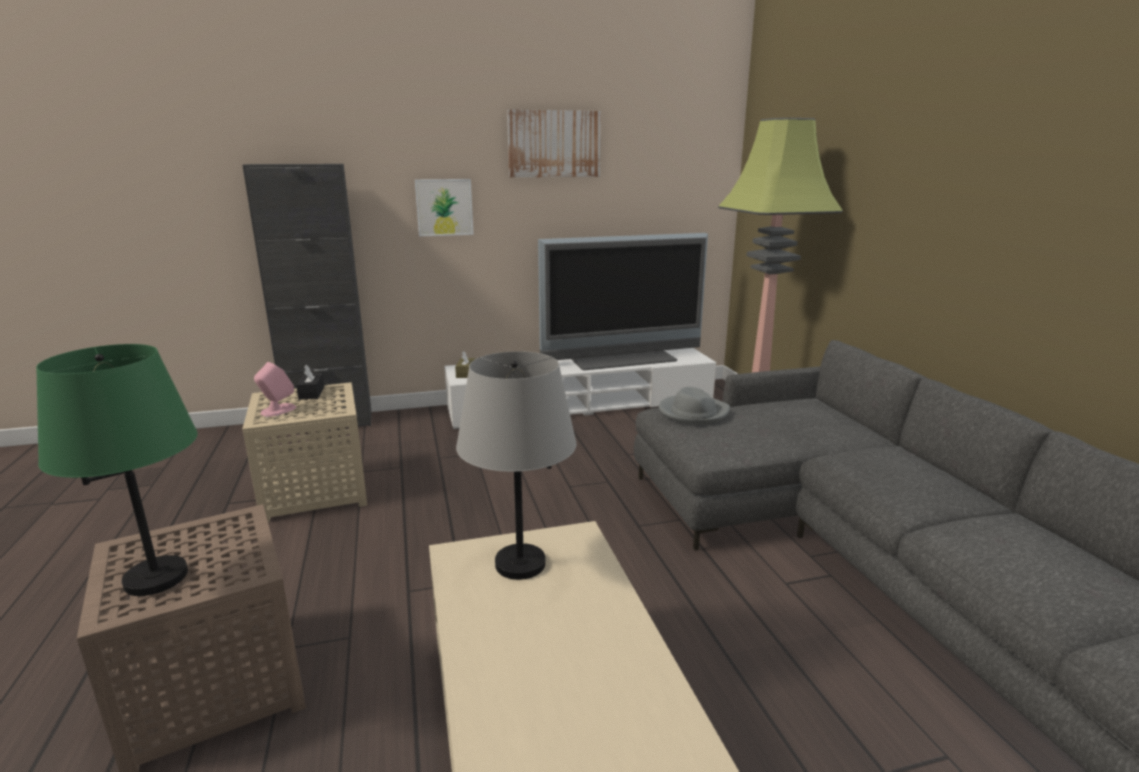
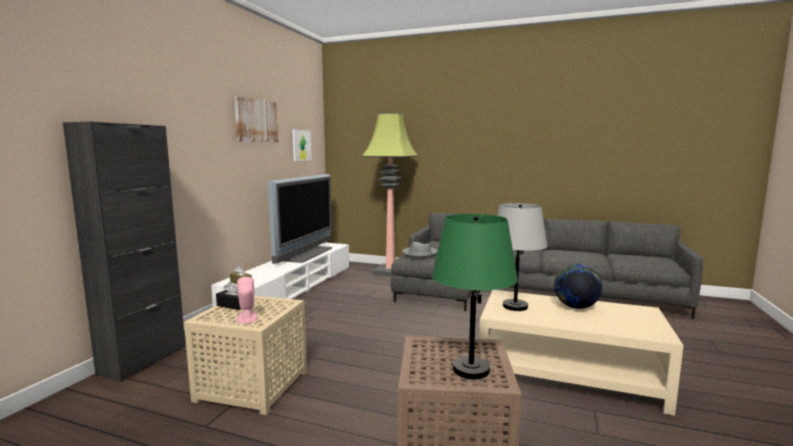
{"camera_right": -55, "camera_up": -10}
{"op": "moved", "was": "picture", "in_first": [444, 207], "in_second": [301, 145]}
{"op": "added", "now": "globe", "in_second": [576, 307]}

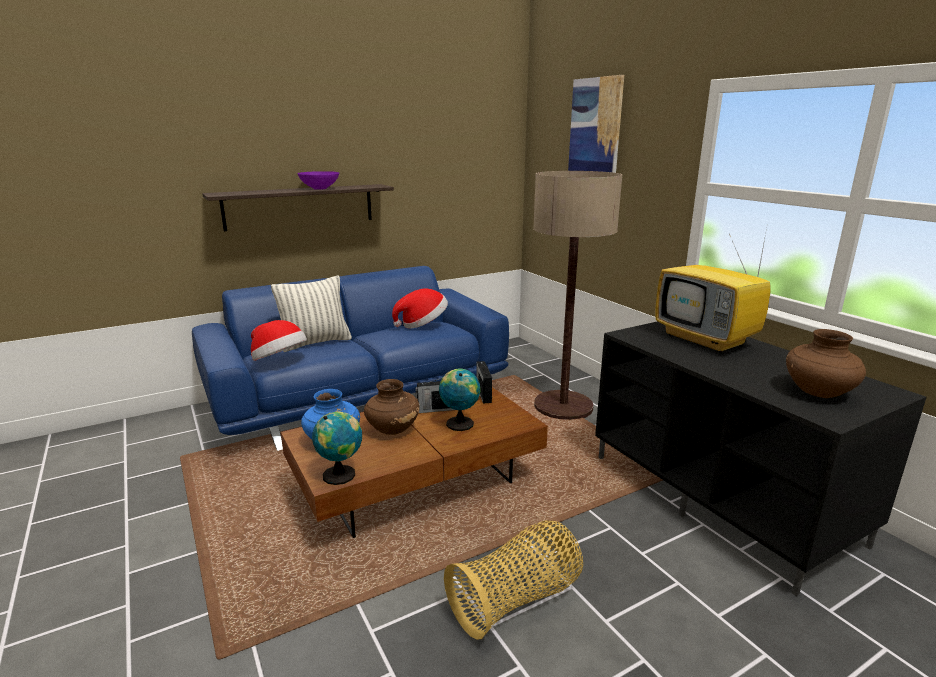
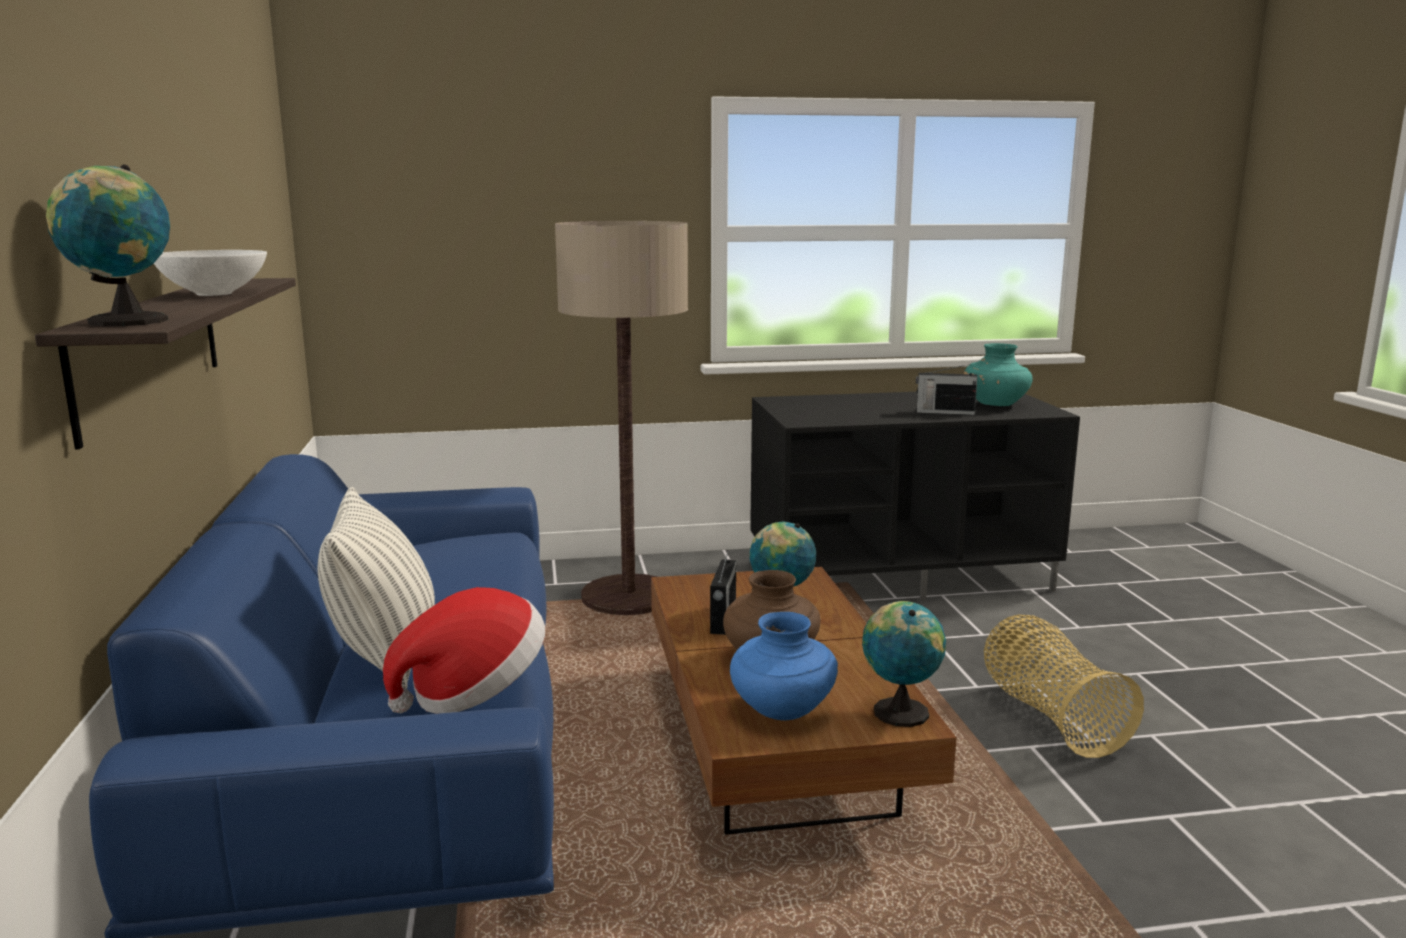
{"camera_right": -70, "camera_up": -5}
{"op": "recoloured", "was": "purple_bowl", "now": "white_bowl", "in_first": [320, 188], "in_second": [212, 294]}
{"op": "removed", "was": "hat", "in_first": [422, 324]}
{"op": "moved", "was": "radio", "in_first": [483, 393], "in_second": [944, 412]}
{"op": "removed", "was": "picture", "in_first": [595, 127]}
{"op": "removed", "was": "television", "in_first": [707, 340]}
{"op": "recoloured", "was": "brown_vase", "now": "turquoise_vase", "in_first": [818, 392], "in_second": [996, 404]}
{"op": "added", "now": "globe", "in_second": [123, 322]}

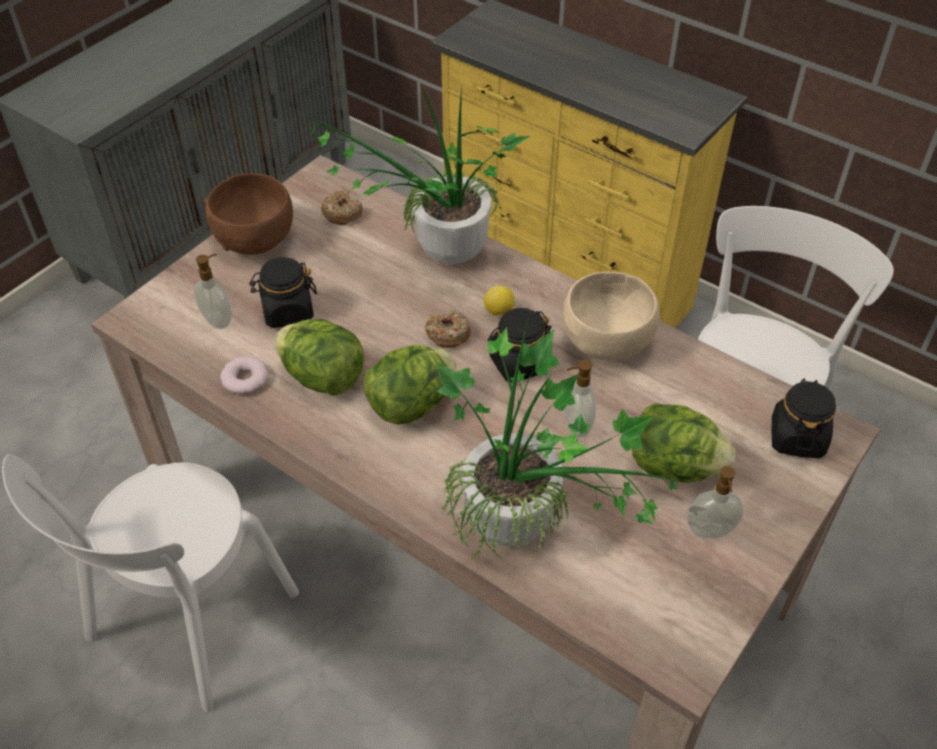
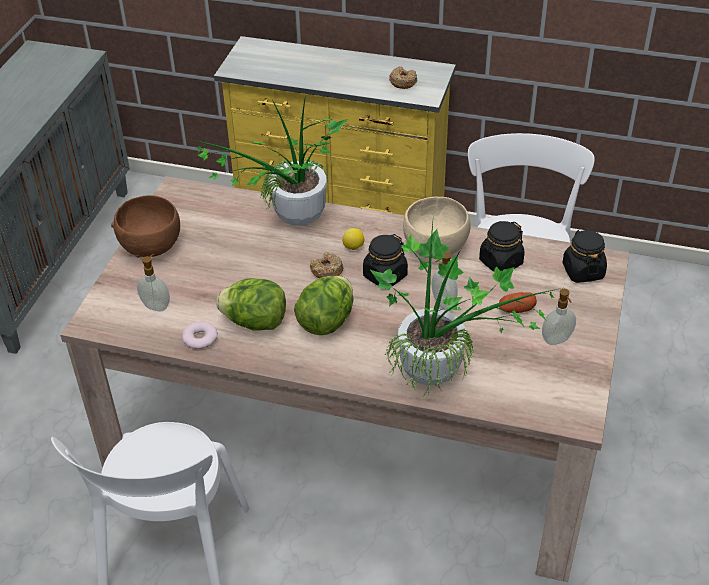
{"camera_right": -20, "camera_up": -5}
{"op": "moved", "was": "black_jar", "in_first": [287, 311], "in_second": [500, 262]}
{"op": "moved", "was": "donut", "in_first": [342, 213], "in_second": [403, 82]}
{"op": "replaced", "was": "lettuce", "now": "potato", "in_first": [674, 466], "in_second": [516, 309]}

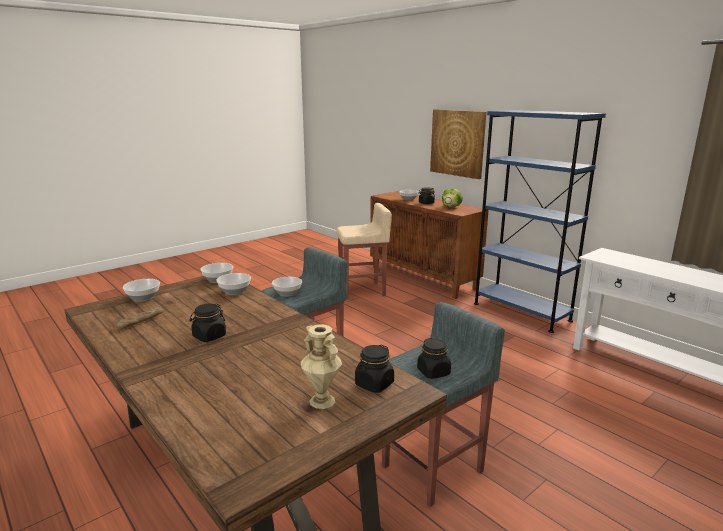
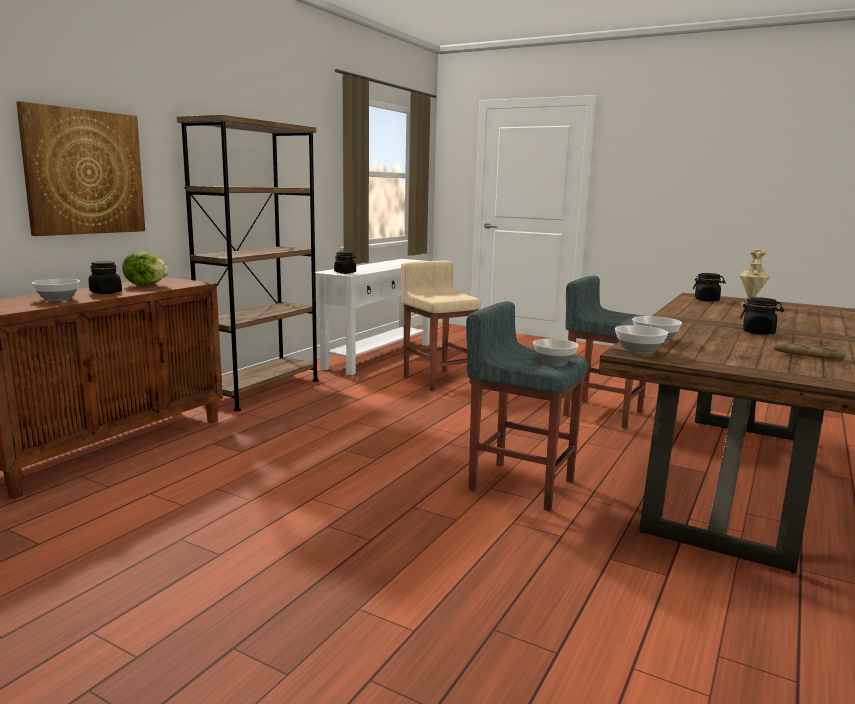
{"camera_right": -110, "camera_up": -5}
{"op": "removed", "was": "bowl", "in_first": [144, 298]}
{"op": "moved", "was": "beige_stool", "in_first": [363, 291], "in_second": [438, 380]}
{"op": "moved", "was": "black_jar", "in_first": [433, 372], "in_second": [345, 272]}
{"op": "recoloured", "was": "blue_bookcase", "now": "brown_bookcase", "in_first": [521, 312], "in_second": [261, 390]}

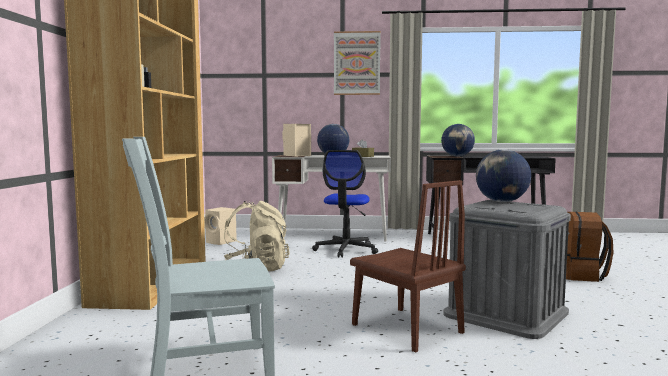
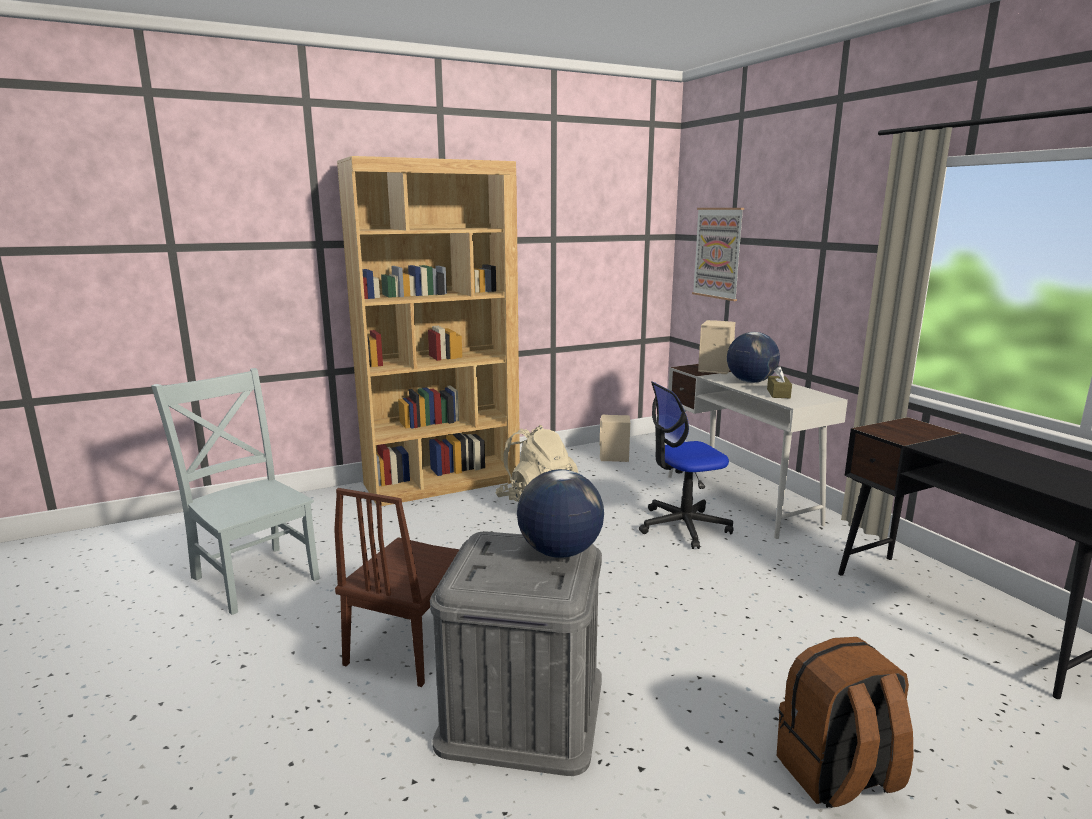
{"camera_right": 60, "camera_up": 10}
{"op": "moved", "was": "picture", "in_first": [357, 63], "in_second": [718, 253]}
{"op": "removed", "was": "globe", "in_first": [457, 156]}

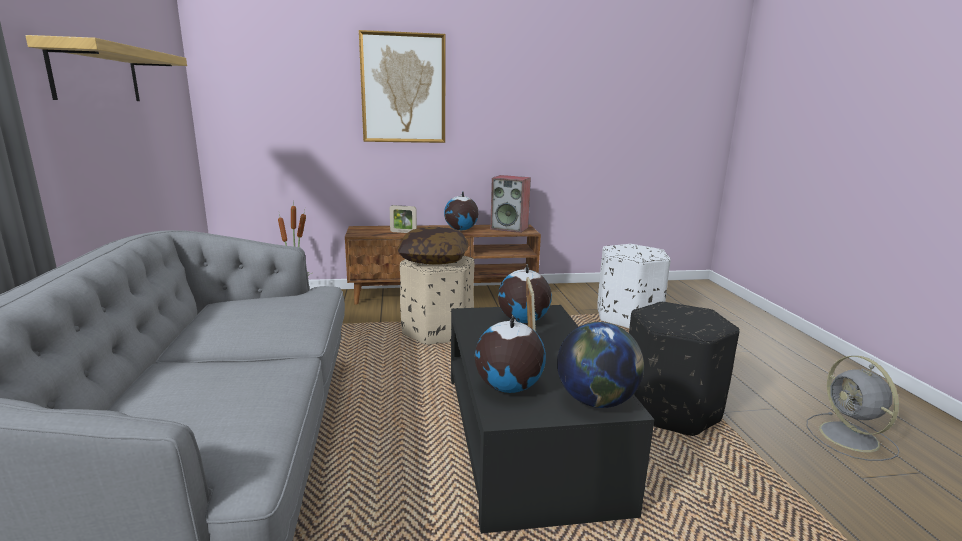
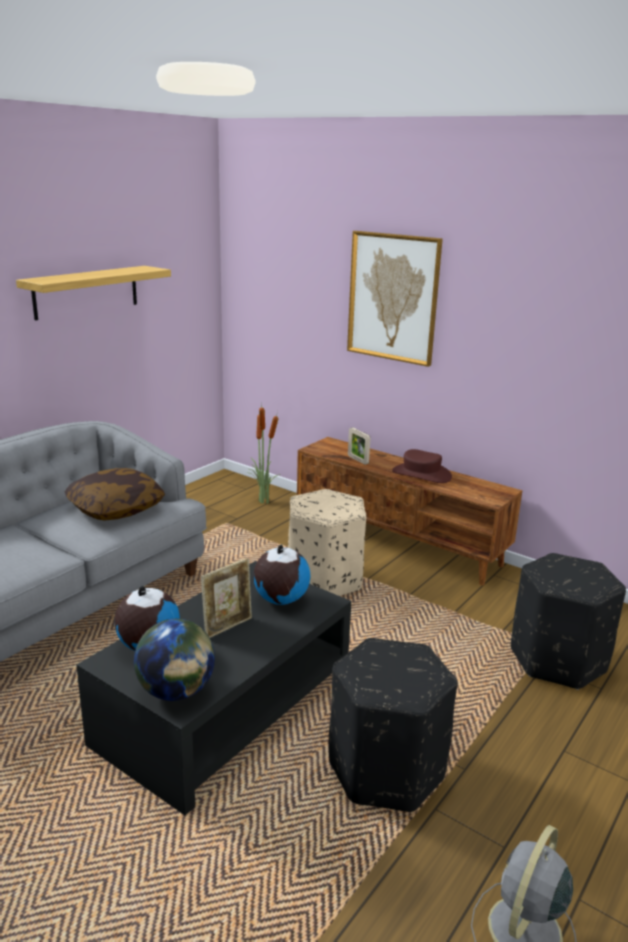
{"camera_right": 45, "camera_up": 5}
{"op": "moved", "was": "pillow", "in_first": [433, 259], "in_second": [116, 508]}
{"op": "replaced", "was": "globe", "now": "brown_hat", "in_first": [461, 230], "in_second": [421, 474]}
{"op": "removed", "was": "speaker", "in_first": [510, 228]}
{"op": "recoloured", "was": "white_ottoman", "now": "black_ottoman", "in_first": [627, 317], "in_second": [557, 660]}

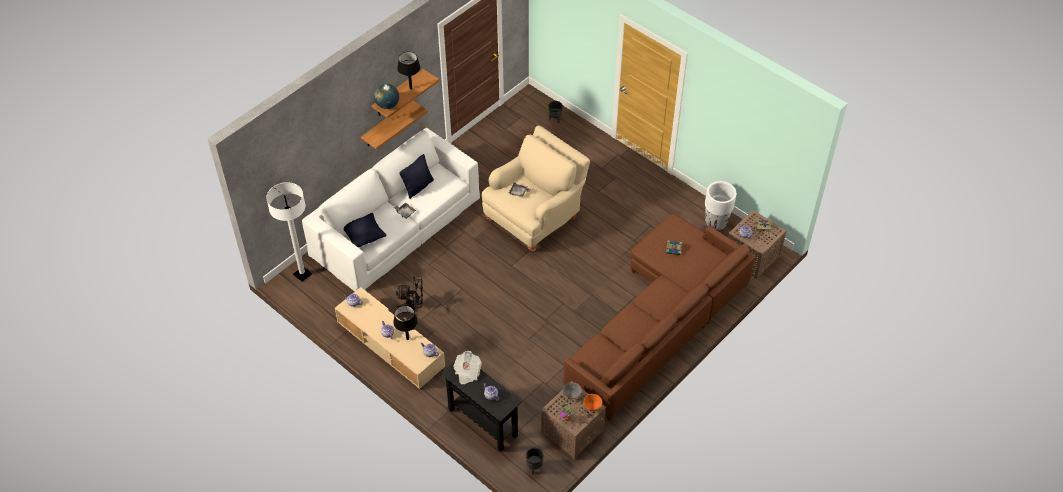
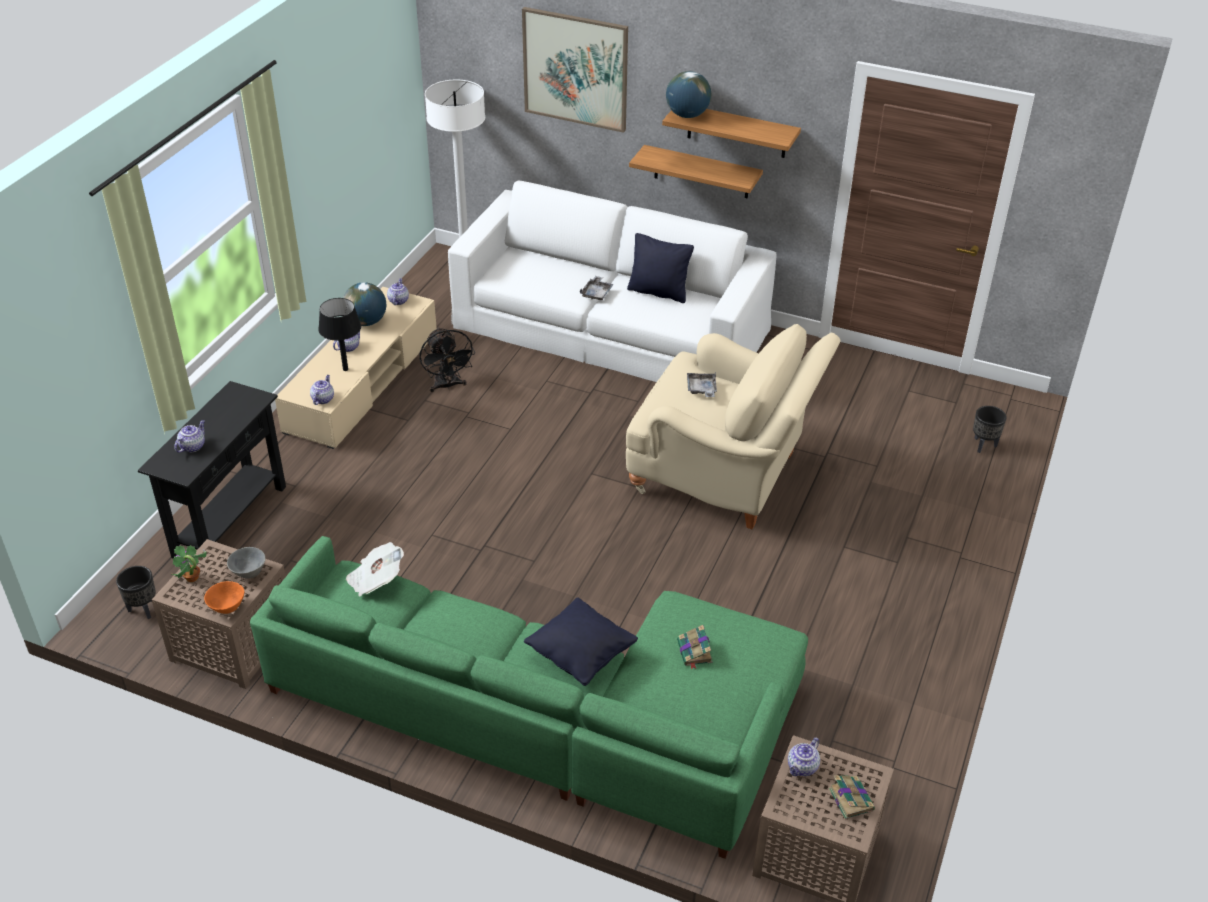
{"camera_right": 70, "camera_up": -10}
{"op": "moved", "was": "black_pillow", "in_first": [364, 237], "in_second": [581, 655]}
{"op": "removed", "was": "black_table_lamp", "in_first": [410, 88]}
{"op": "moved", "was": "newspaper", "in_first": [467, 372], "in_second": [375, 580]}
{"op": "recoloured", "was": "brown_sofa", "now": "green_sofa", "in_first": [659, 321], "in_second": [551, 717]}
{"op": "removed", "was": "white_planter", "in_first": [716, 223]}
{"op": "added", "now": "globe", "in_second": [366, 322]}
{"op": "added", "now": "picture", "in_second": [575, 69]}

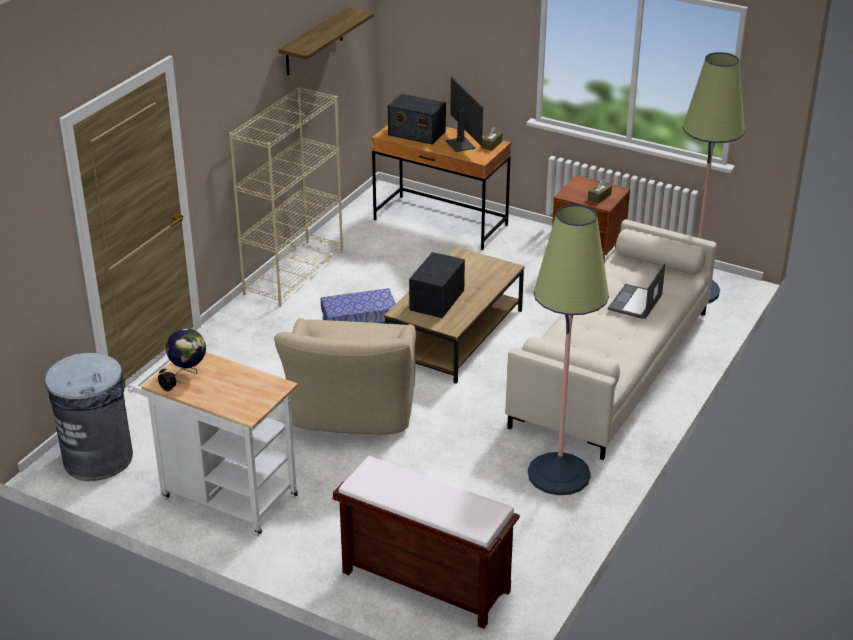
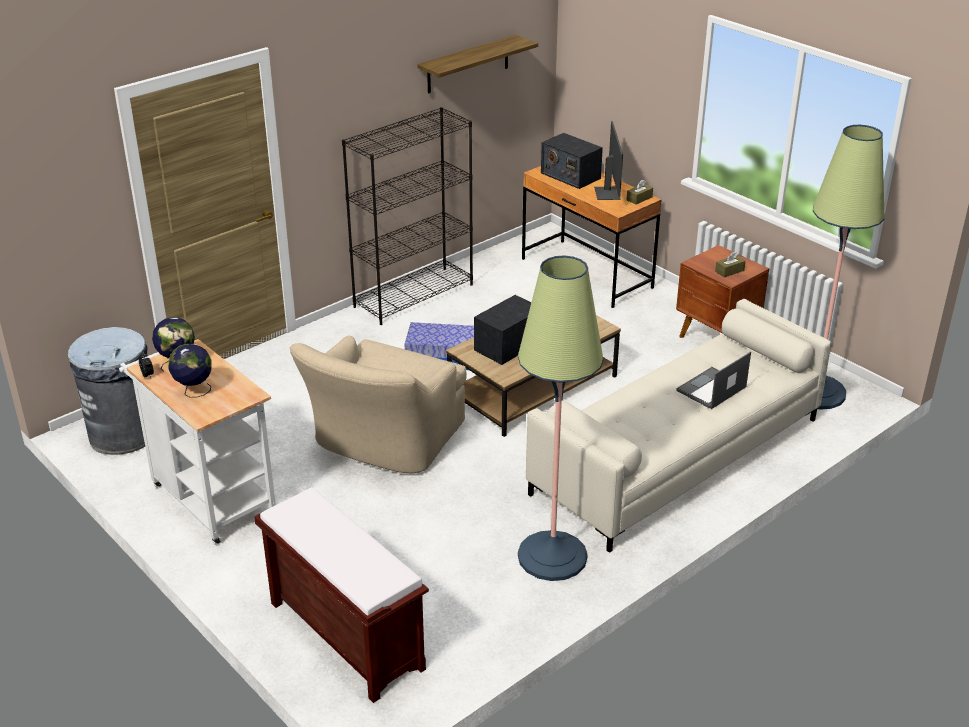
{"camera_right": 20, "camera_up": 0}
{"op": "recoloured", "was": "beige_bookcase", "now": "black_bookcase", "in_first": [294, 272], "in_second": [414, 295]}
{"op": "added", "now": "globe", "in_second": [194, 391]}

